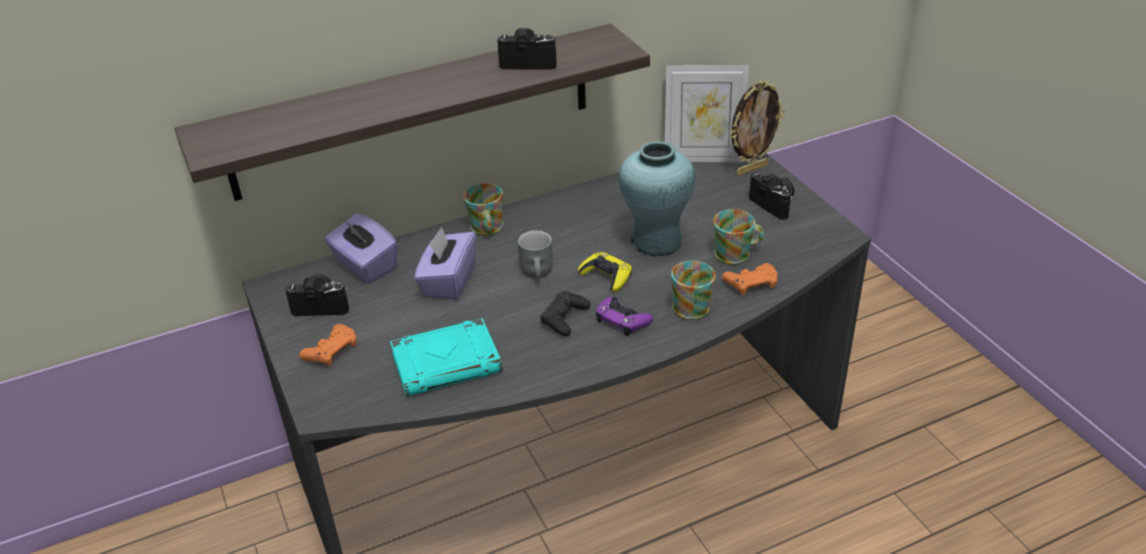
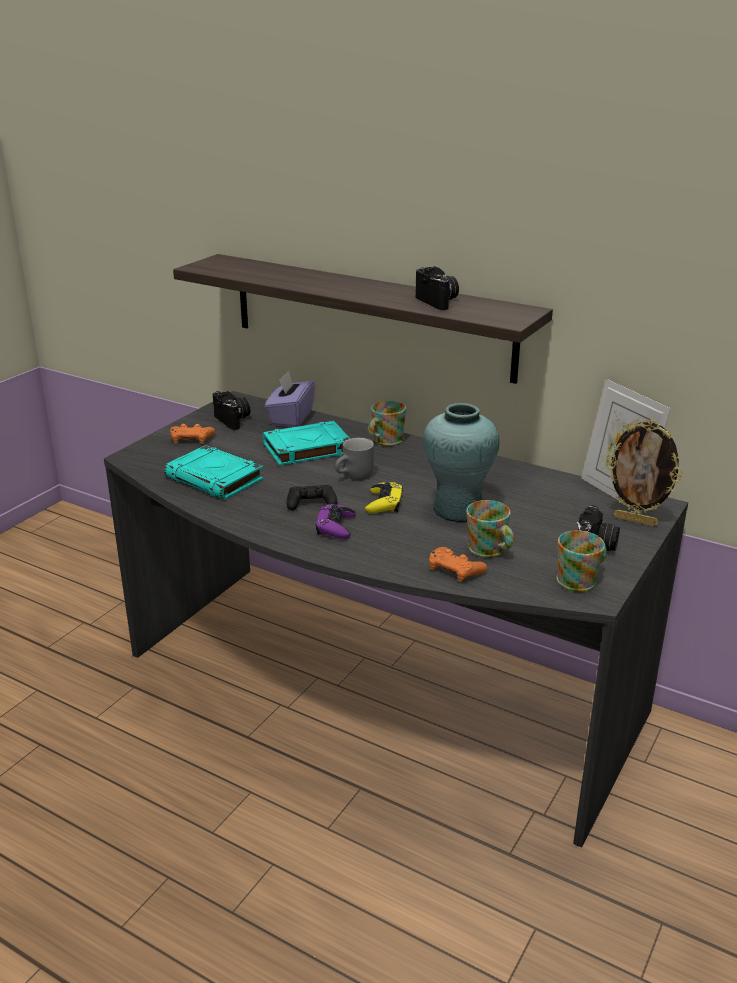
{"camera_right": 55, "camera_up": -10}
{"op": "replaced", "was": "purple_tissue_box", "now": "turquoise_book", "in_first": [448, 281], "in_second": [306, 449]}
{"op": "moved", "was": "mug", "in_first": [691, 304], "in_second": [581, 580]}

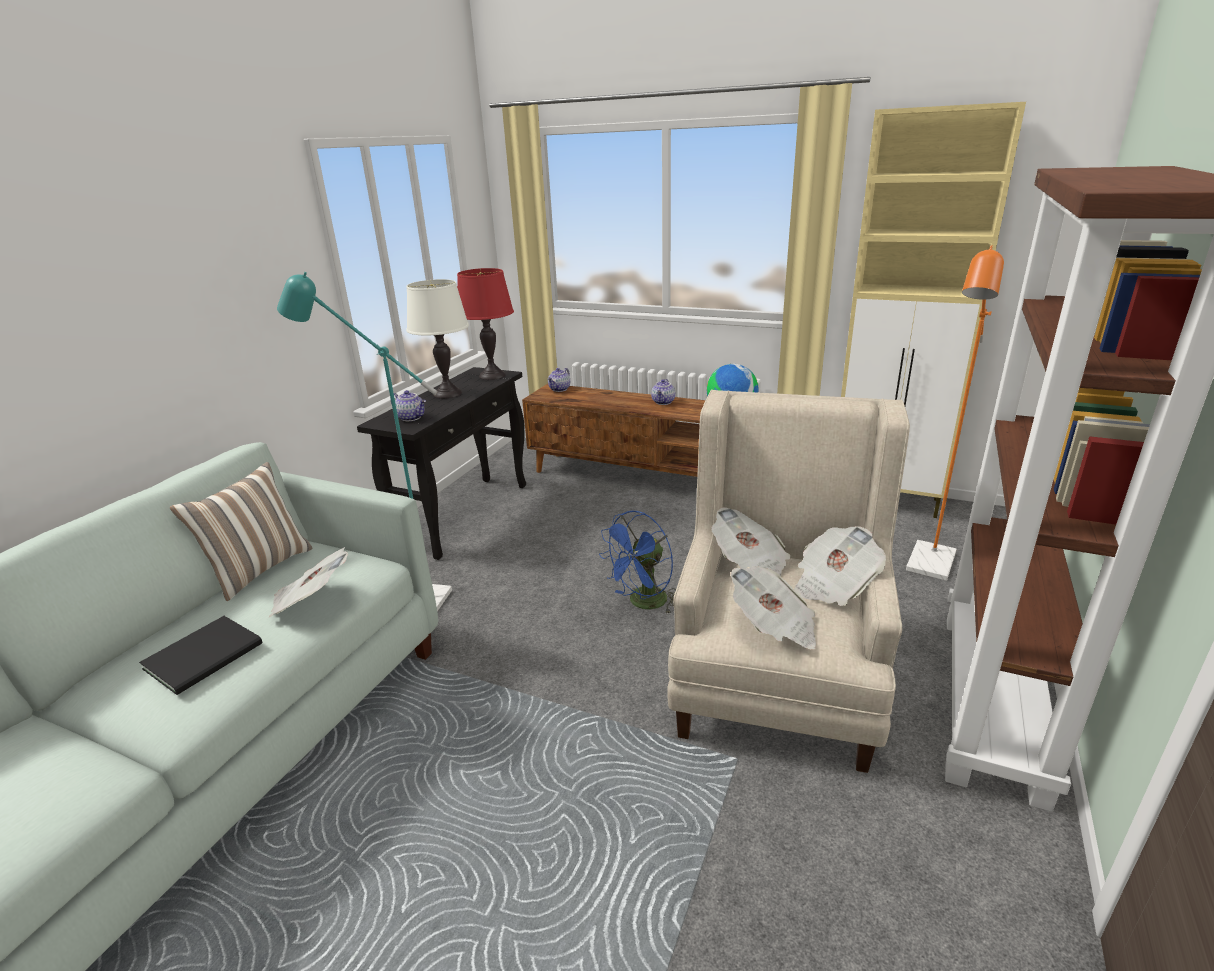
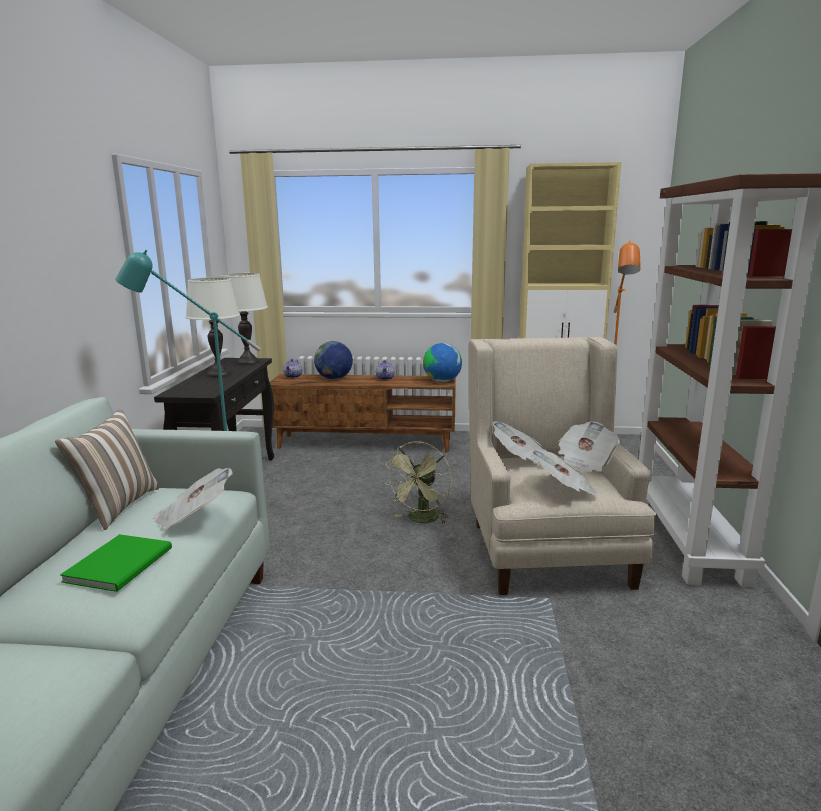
{"camera_right": -20, "camera_up": -10}
{"op": "recoloured", "was": "black_book", "now": "green_book", "in_first": [208, 655], "in_second": [123, 563]}
{"op": "removed", "was": "teapot", "in_first": [412, 417]}
{"op": "recoloured", "was": "red_table_lamp", "now": "white_table_lamp", "in_first": [492, 375], "in_second": [248, 361]}
{"op": "recoloured", "was": "blue_fan", "now": "green_fan", "in_first": [643, 603], "in_second": [421, 520]}
{"op": "added", "now": "globe", "in_second": [334, 378]}

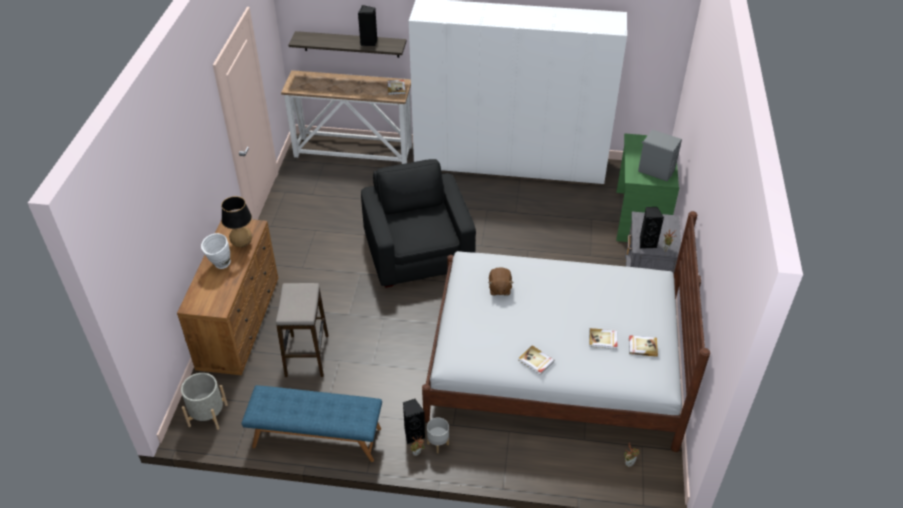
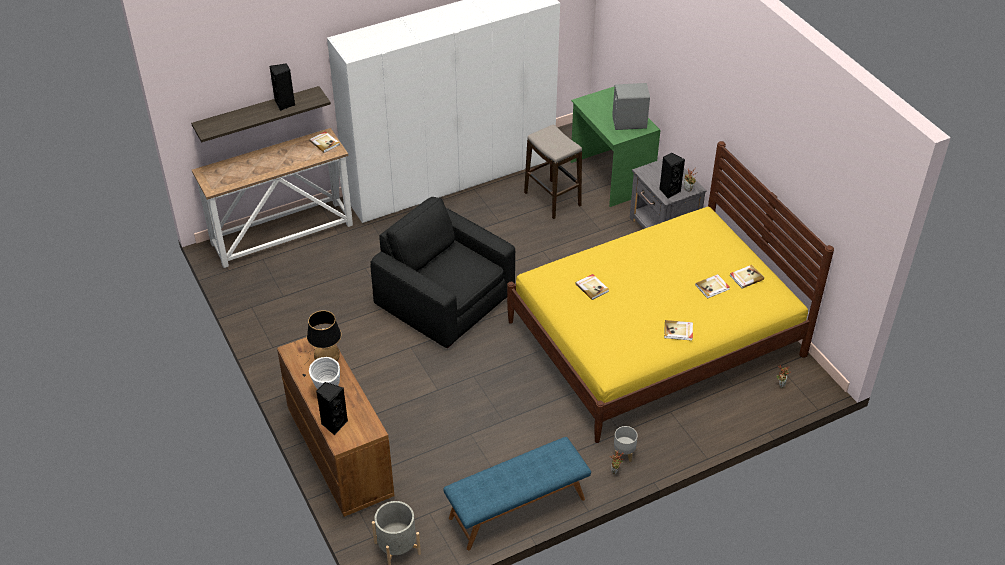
{"camera_right": -35, "camera_up": 0}
{"op": "moved", "was": "stool", "in_first": [307, 356], "in_second": [552, 199]}
{"op": "moved", "was": "black_speaker", "in_first": [413, 434], "in_second": [333, 424]}
{"op": "recoloured", "was": "white_bed", "now": "yellow_bed", "in_first": [553, 364], "in_second": [655, 338]}
{"op": "replaced", "was": "brown_plush_toy", "now": "book", "in_first": [499, 288], "in_second": [592, 287]}

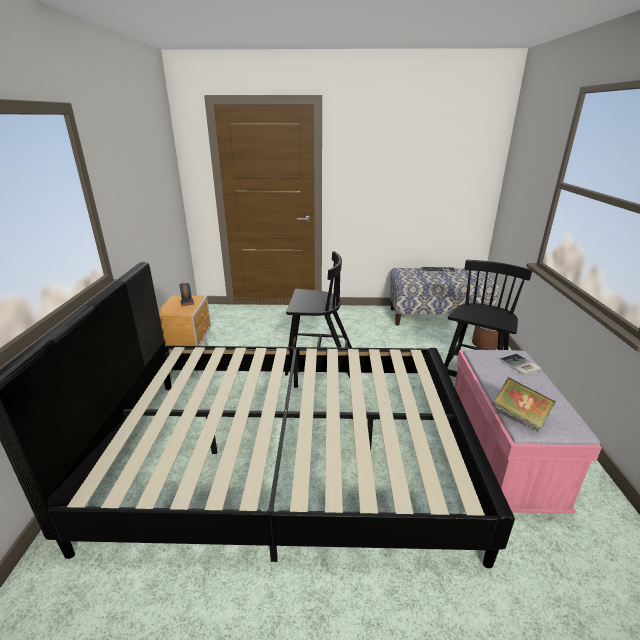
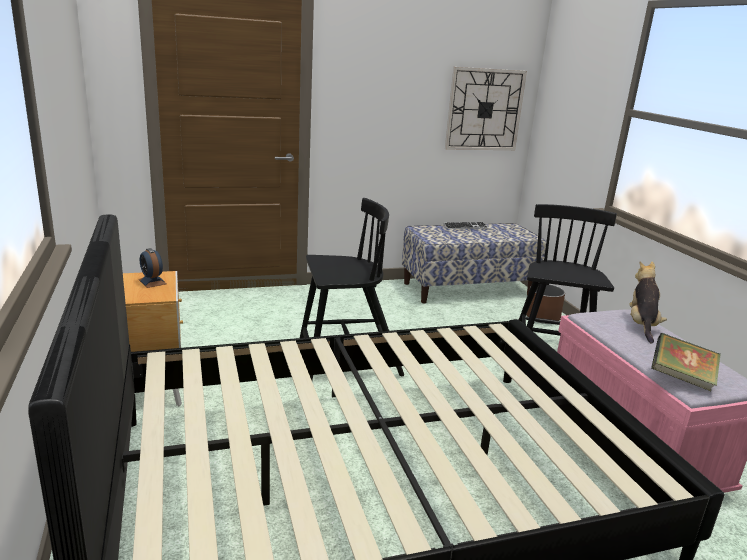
{"camera_right": -20, "camera_up": -5}
{"op": "replaced", "was": "book", "now": "plush_toy", "in_first": [520, 365], "in_second": [641, 325]}
{"op": "added", "now": "wall_clock", "in_second": [484, 110]}

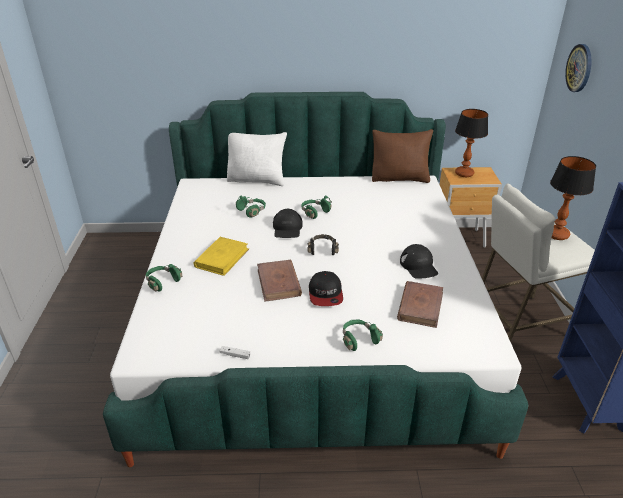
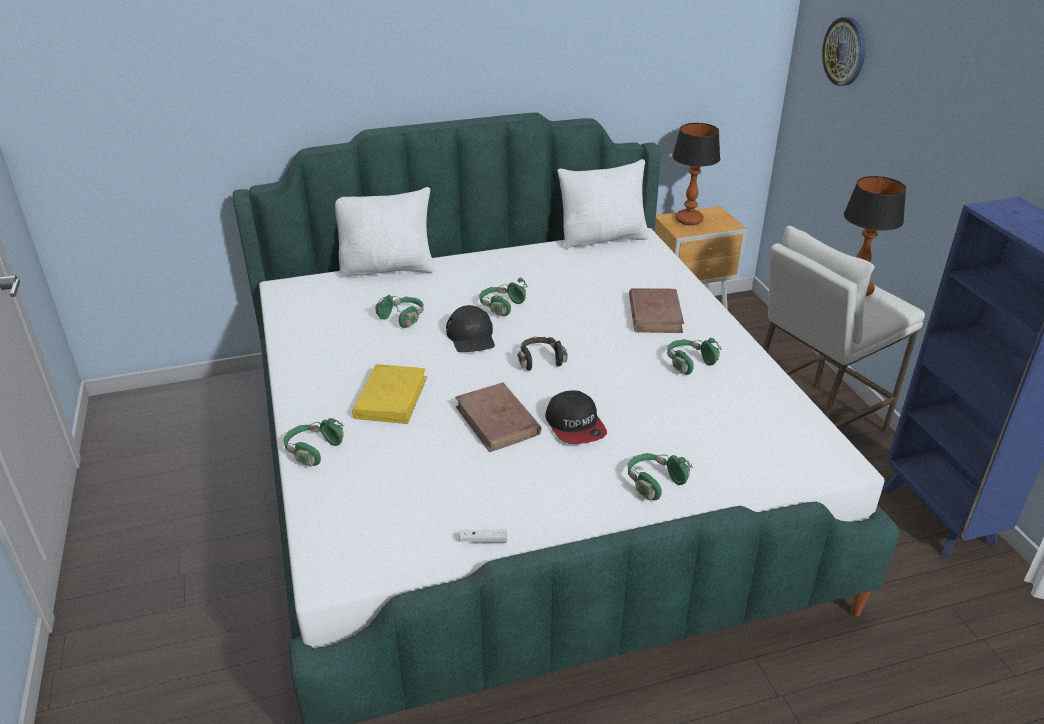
{"camera_right": -15, "camera_up": 0}
{"op": "recoloured", "was": "brown_pillow", "now": "white_pillow", "in_first": [400, 178], "in_second": [603, 238]}
{"op": "moved", "was": "brown_book", "in_first": [420, 306], "in_second": [655, 314]}
{"op": "replaced", "was": "black_cap", "now": "green_headphones", "in_first": [418, 266], "in_second": [688, 363]}

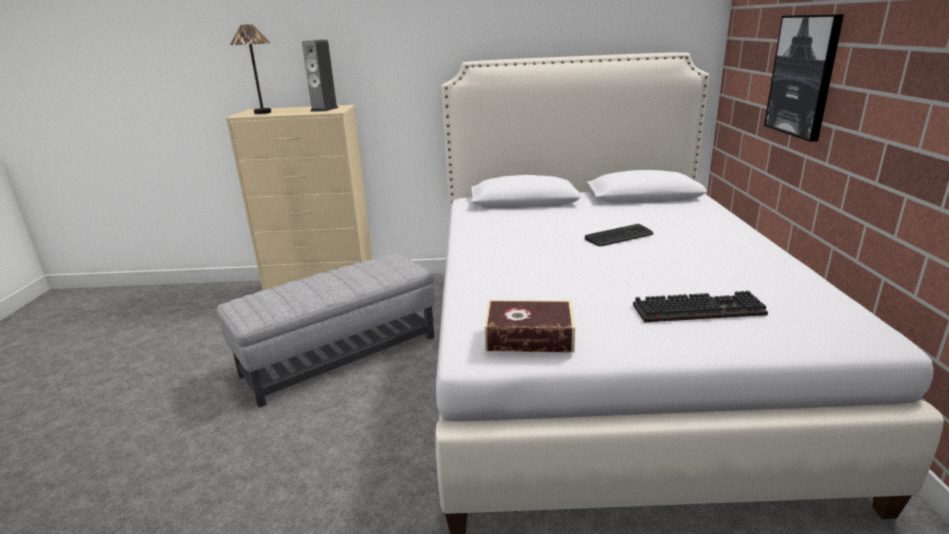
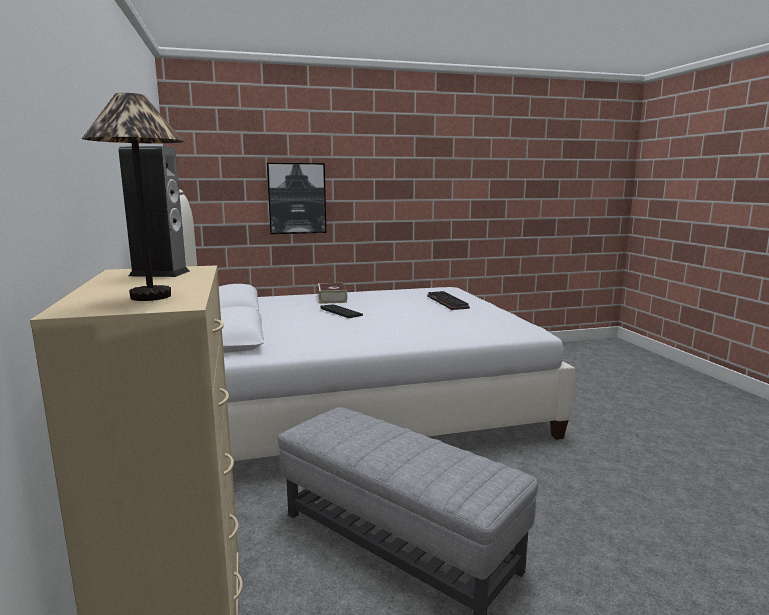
{"camera_right": -105, "camera_up": -10}
{"op": "moved", "was": "book", "in_first": [529, 337], "in_second": [332, 298]}

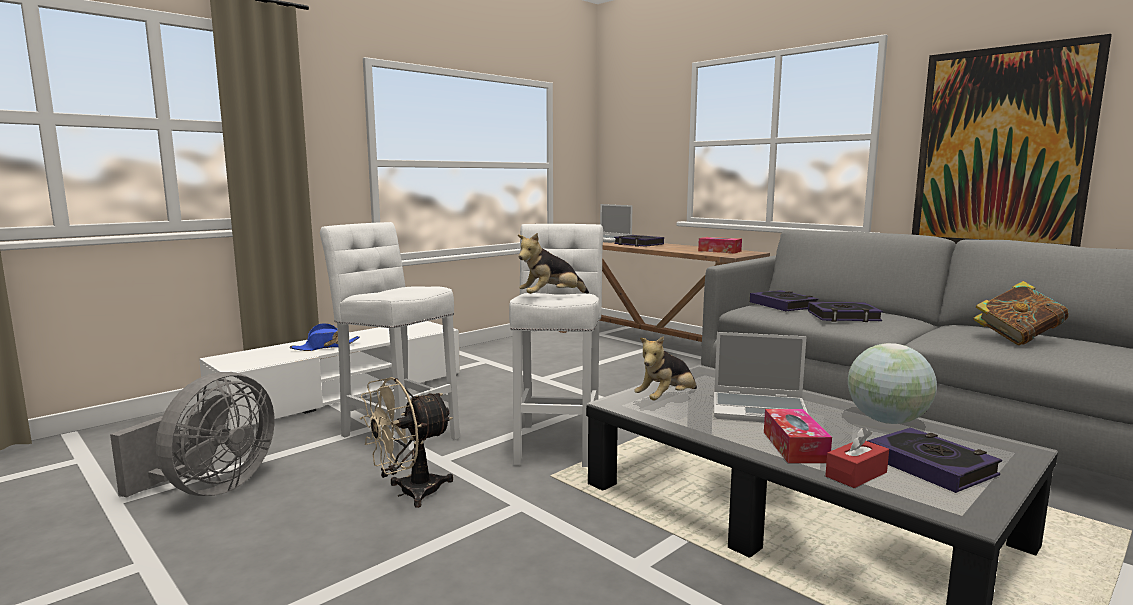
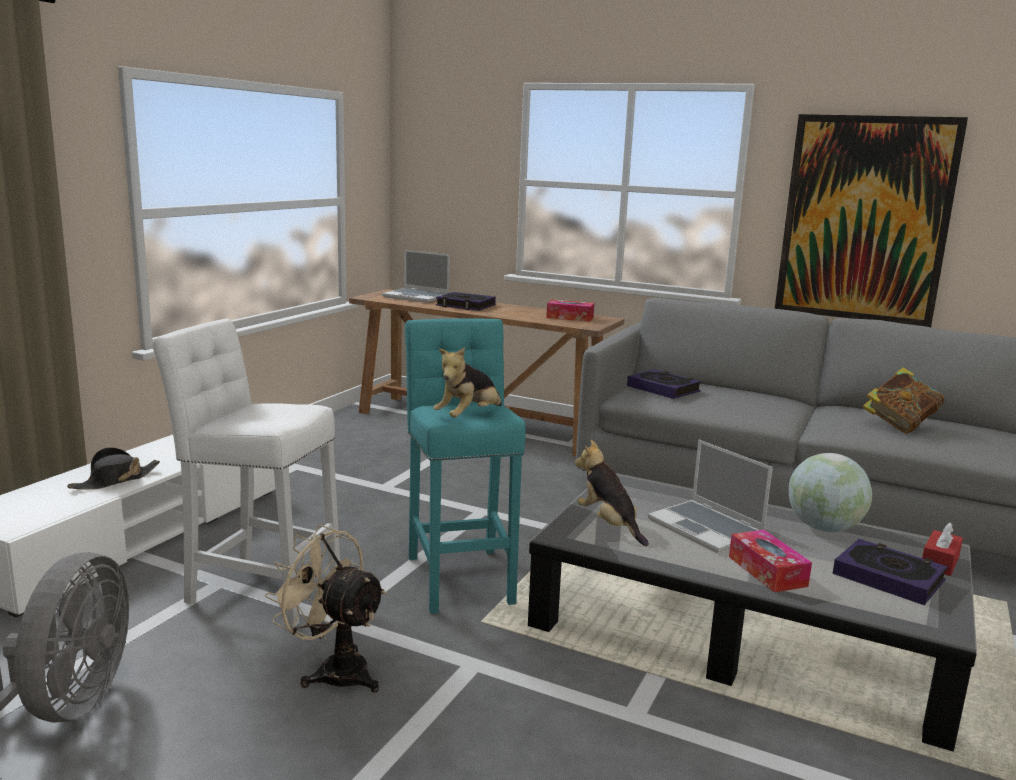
{"camera_right": -20, "camera_up": 5}
{"op": "recoloured", "was": "blue_hat", "now": "black_hat", "in_first": [325, 347], "in_second": [115, 480]}
{"op": "turned", "was": "beige_fan", "in_first": [409, 493], "in_second": [334, 670], "clockwise": 90}
{"op": "recoloured", "was": "white_stool", "now": "turquoise_stool", "in_first": [558, 442], "in_second": [460, 576]}
{"op": "turned", "was": "plush_toy", "in_first": [666, 399], "in_second": [609, 525], "clockwise": 120}
{"op": "turned", "was": "laptop", "in_first": [760, 410], "in_second": [707, 528], "clockwise": 60}
{"op": "removed", "was": "book", "in_first": [843, 317]}
{"op": "moved", "was": "red_tissue_box", "in_first": [856, 474], "in_second": [939, 562]}

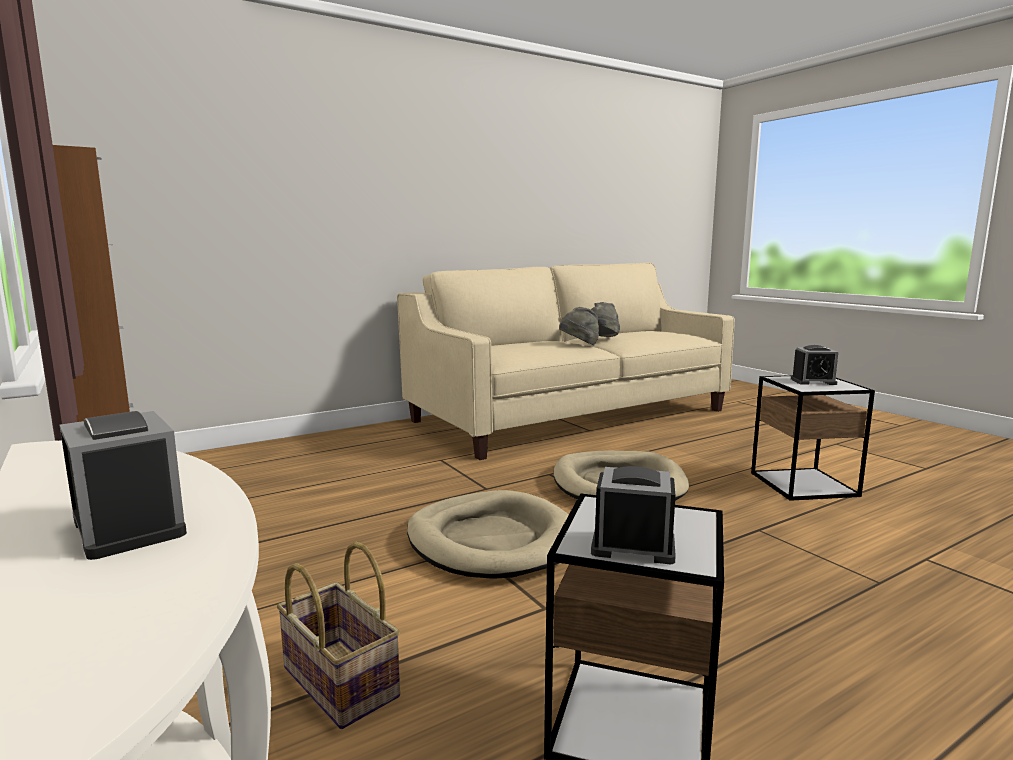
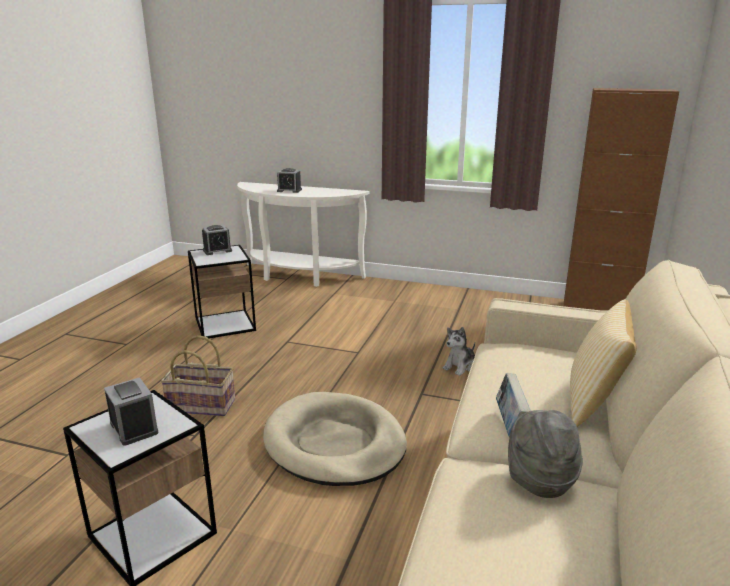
{"camera_right": 140, "camera_up": 10}
{"op": "moved", "was": "basket", "in_first": [338, 682], "in_second": [202, 405]}
{"op": "removed", "was": "beige_dog_bed", "in_first": [491, 540]}
{"op": "replaced", "was": "grey_hat", "now": "book", "in_first": [579, 345], "in_second": [510, 424]}
{"op": "turned", "was": "alarm_clock", "in_first": [813, 381], "in_second": [134, 428], "clockwise": 90}
{"op": "added", "now": "plush_toy", "in_second": [460, 366]}
{"op": "added", "now": "pillow", "in_second": [594, 404]}

